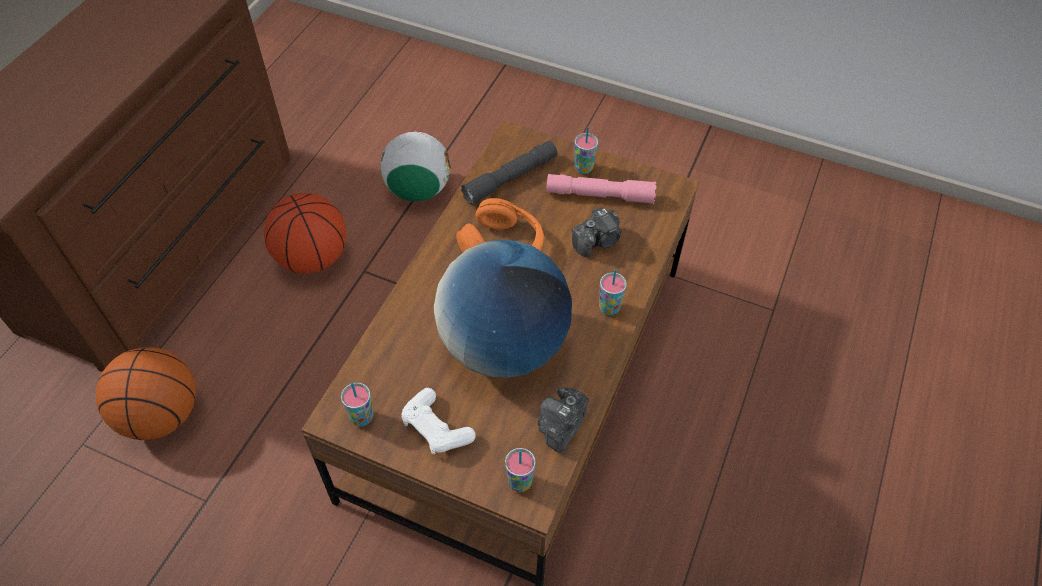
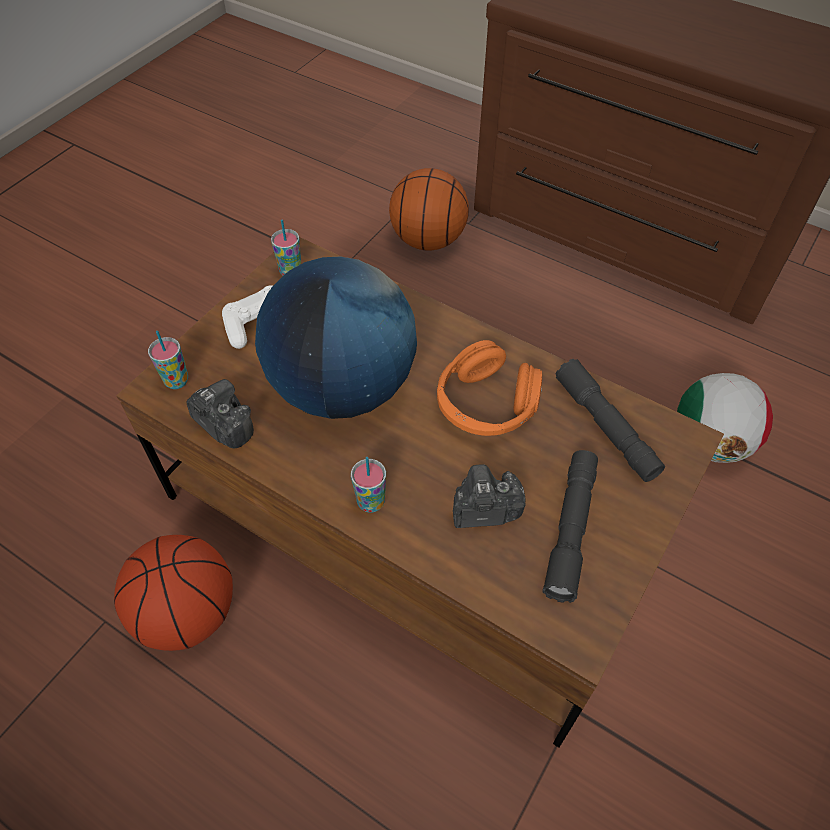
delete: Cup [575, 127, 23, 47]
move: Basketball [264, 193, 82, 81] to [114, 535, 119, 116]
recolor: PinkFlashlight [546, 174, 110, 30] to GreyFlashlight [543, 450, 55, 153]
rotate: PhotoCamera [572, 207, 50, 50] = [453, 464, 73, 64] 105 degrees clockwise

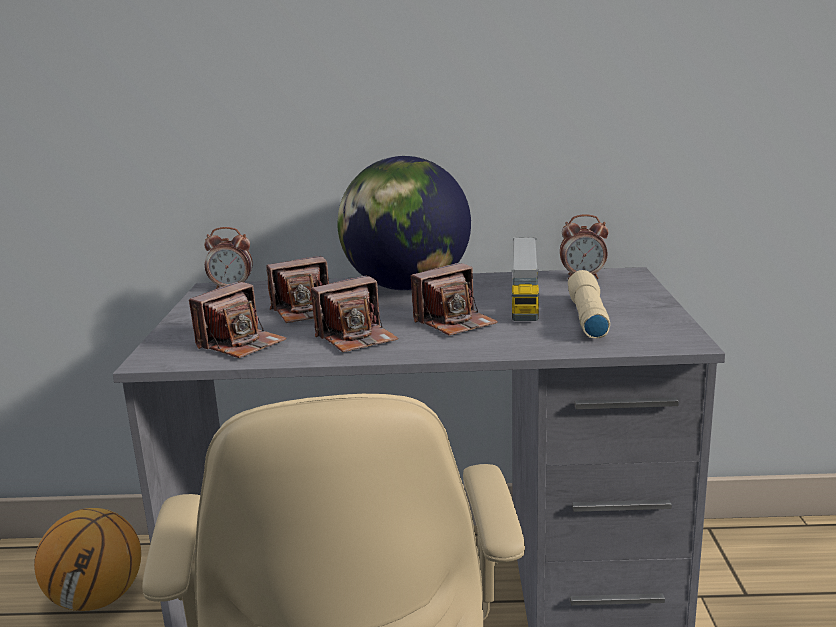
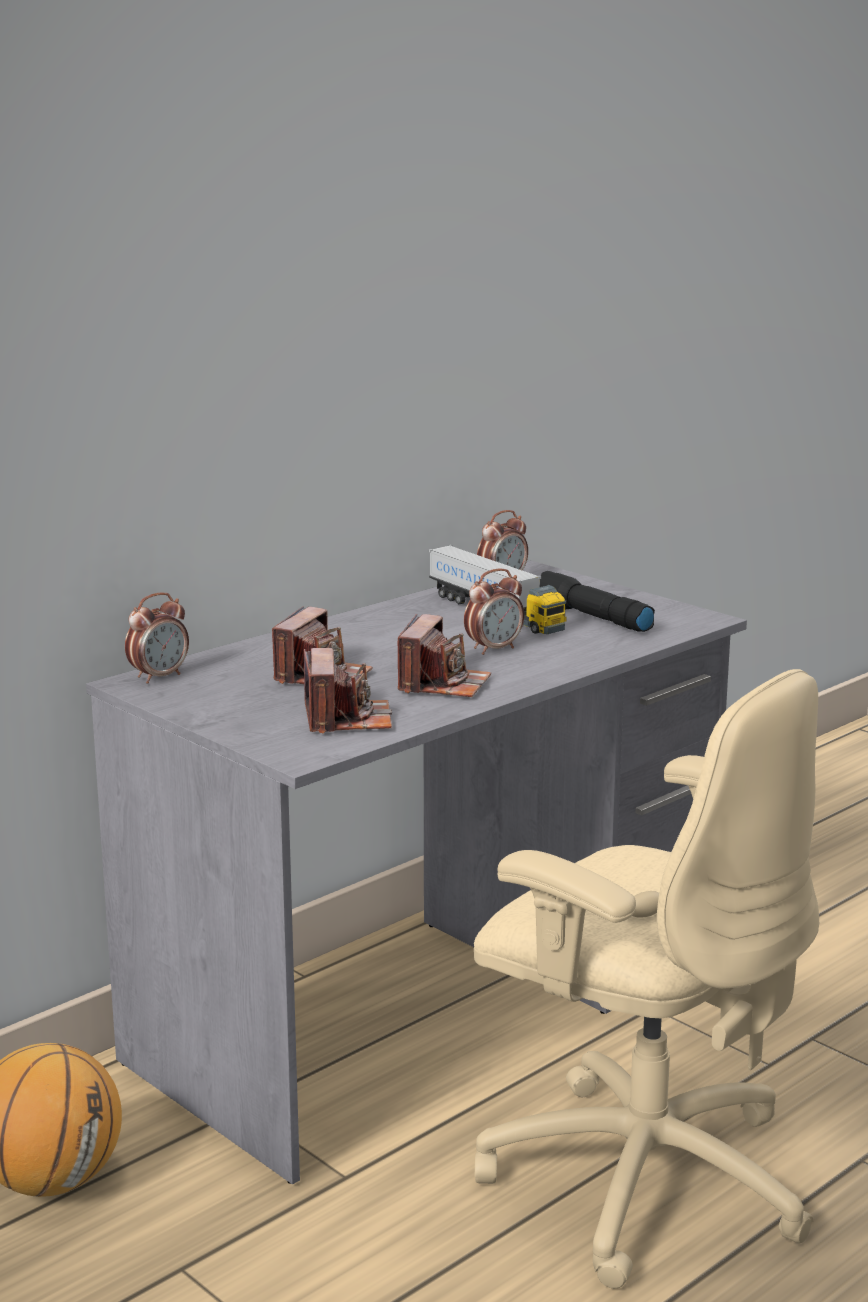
delete: Globe [337, 156, 134, 134]
replace: PhotoCamera [411, 263, 87, 73] to AlarmClock [464, 569, 60, 86]
recolor: BeigeFlashlight [568, 270, 42, 68] to BlackFlashlight [540, 571, 115, 61]

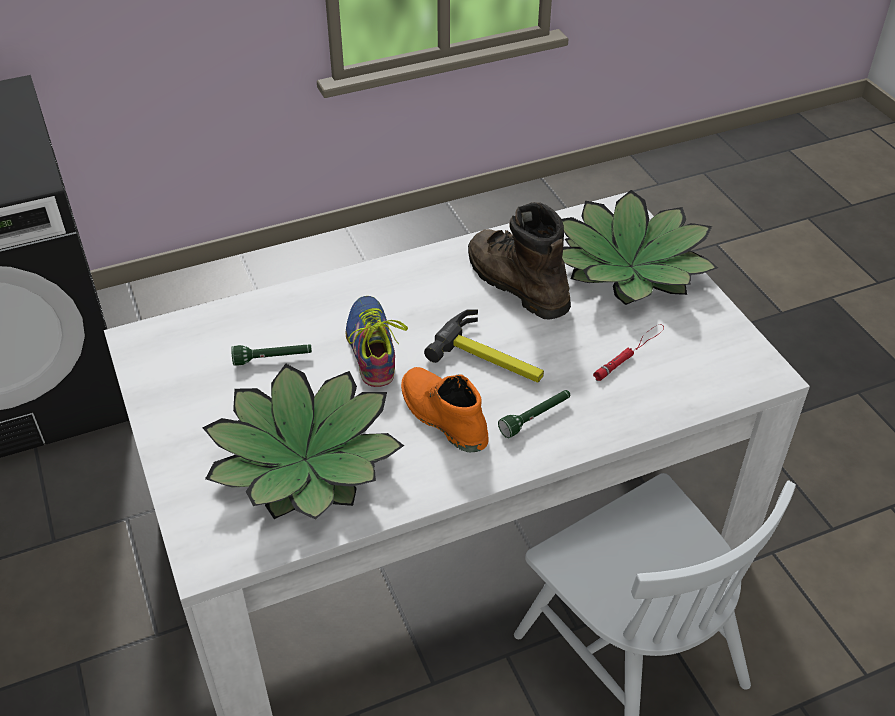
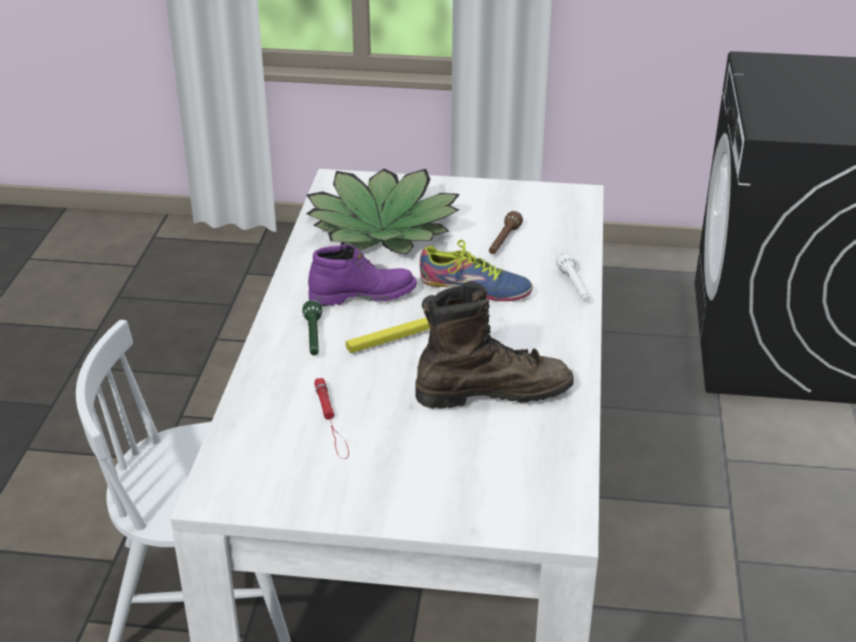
delete: PottedPlant [561, 190, 157, 115]
insert: WhiteFlashlight [556, 253, 34, 49]
recolor: GreenFlashlight [231, 344, 81, 22] to BrownFlashlight [489, 211, 34, 43]; OrangeBoot [401, 367, 88, 85] to PurpleBoot [308, 244, 109, 63]

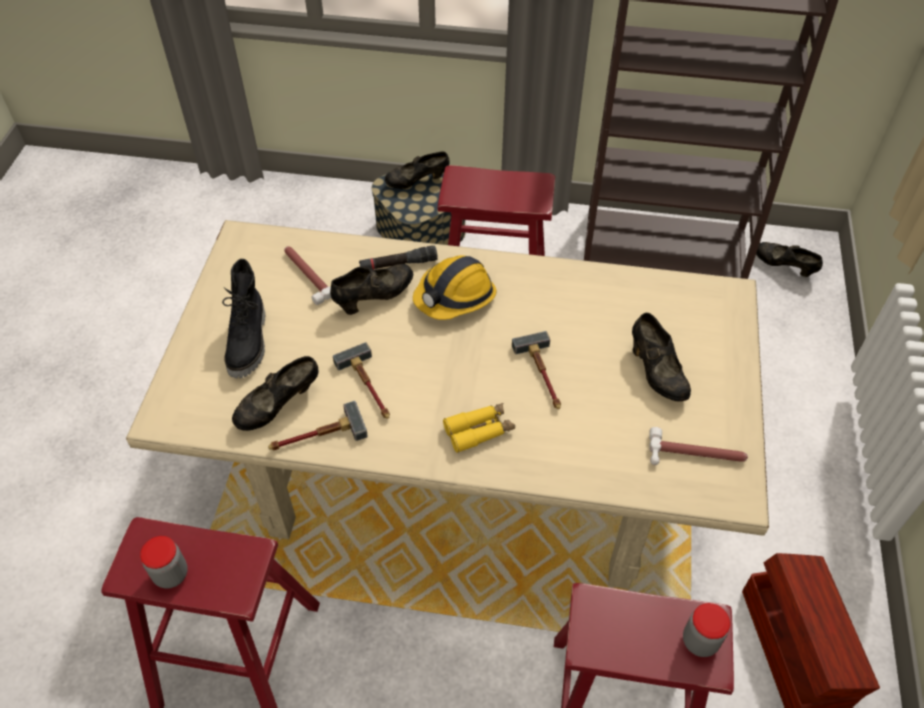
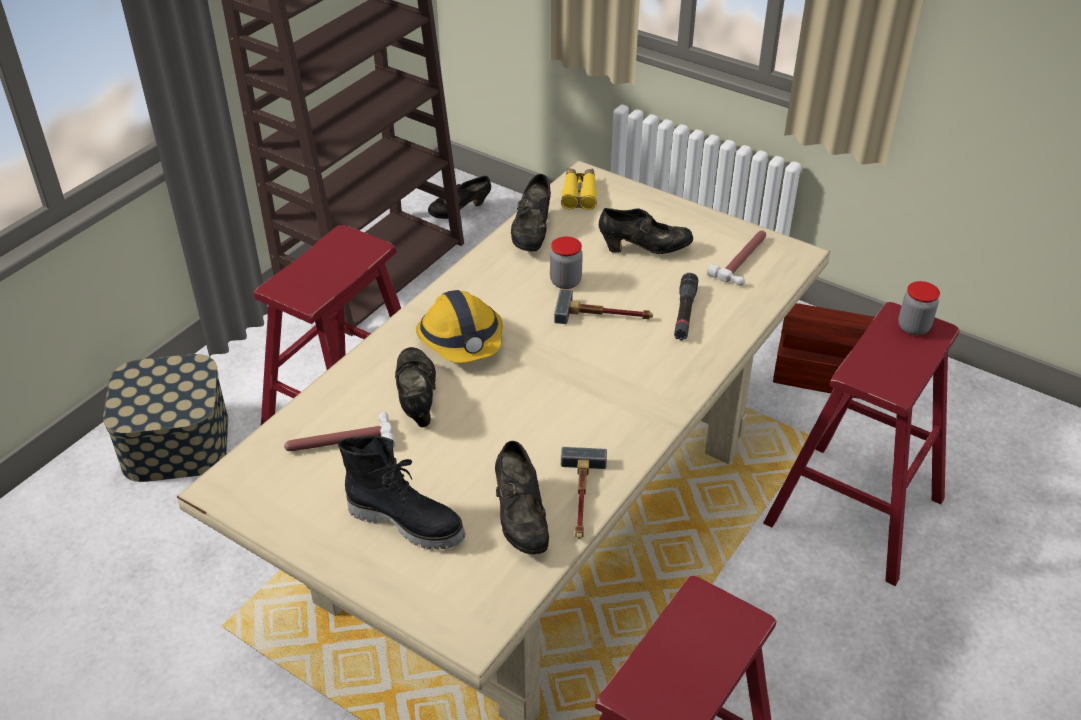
delete: Hammer [333, 342, 57, 77]
move: Jar [140, 536, 48, 53] to [550, 236, 33, 53]; BlackFlashlight [359, 245, 79, 24] to [674, 273, 24, 67]; BlackShoe [385, 151, 65, 38] to [511, 174, 40, 77]; YellowBinoculars [443, 403, 72, 50] to [561, 168, 36, 42]

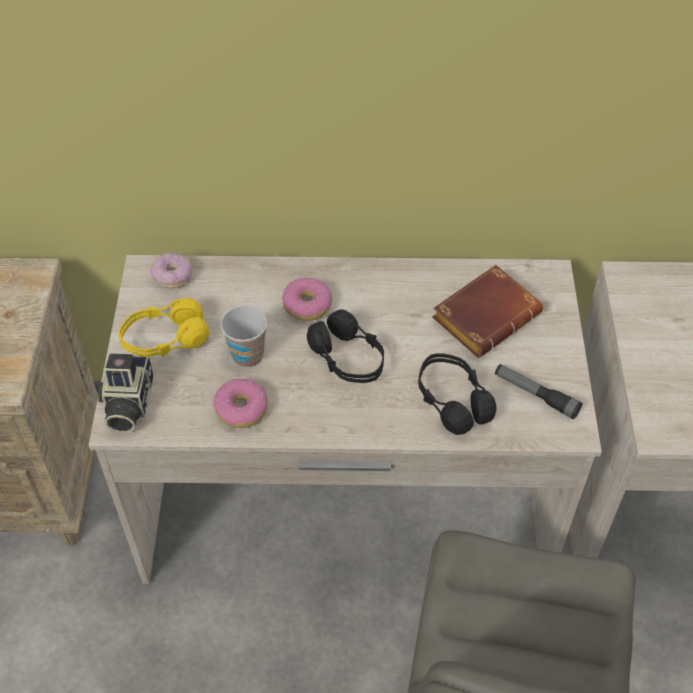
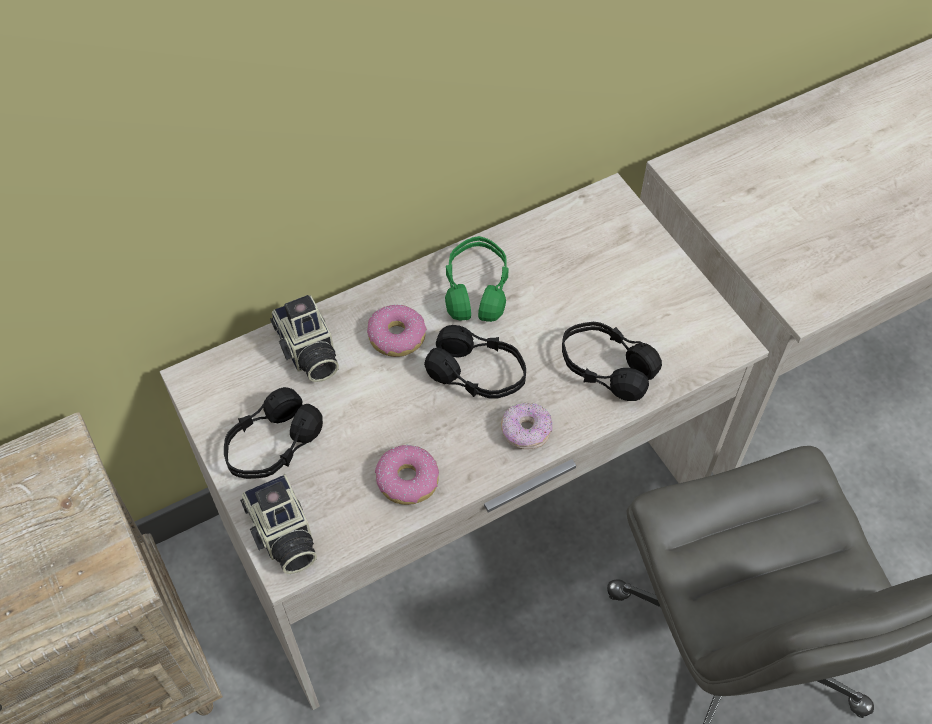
delete: Cup [220, 305, 47, 62]; BrownBook [432, 265, 111, 93]; Flashlight [495, 364, 88, 55]
insert: PhotoCamera [270, 295, 69, 87]; GreenHeadphones [445, 236, 64, 86]
move: Donut [150, 253, 42, 36] to [501, 402, 51, 47]
recolor: YellowHeadphones [118, 298, 91, 59] to BlackHeadphones [224, 387, 99, 92]

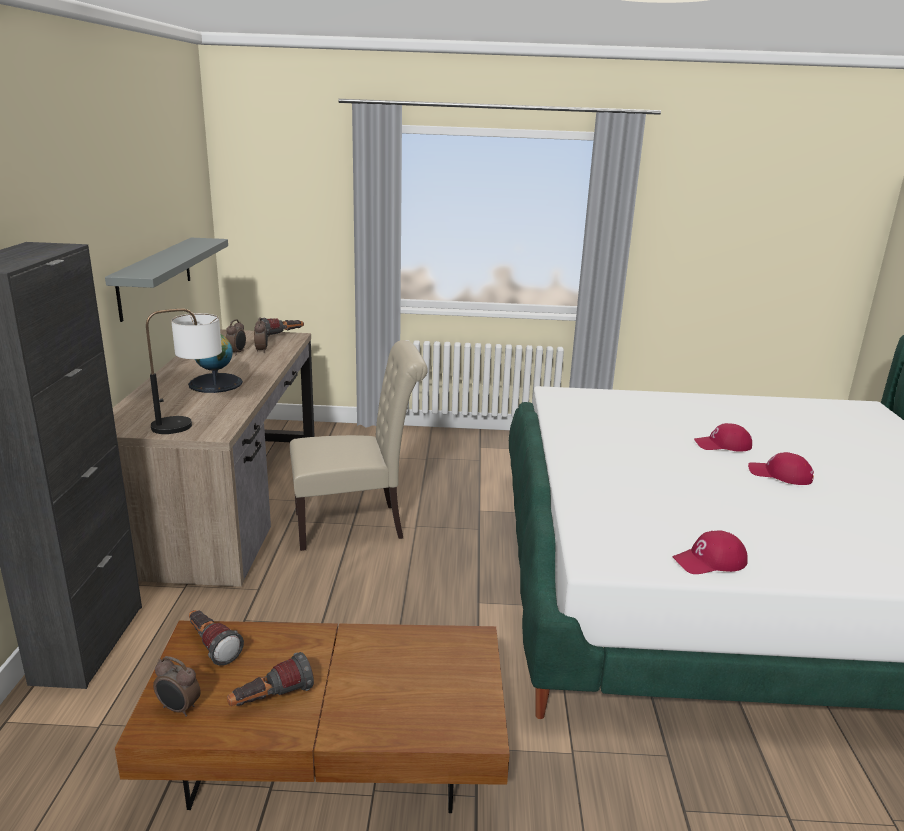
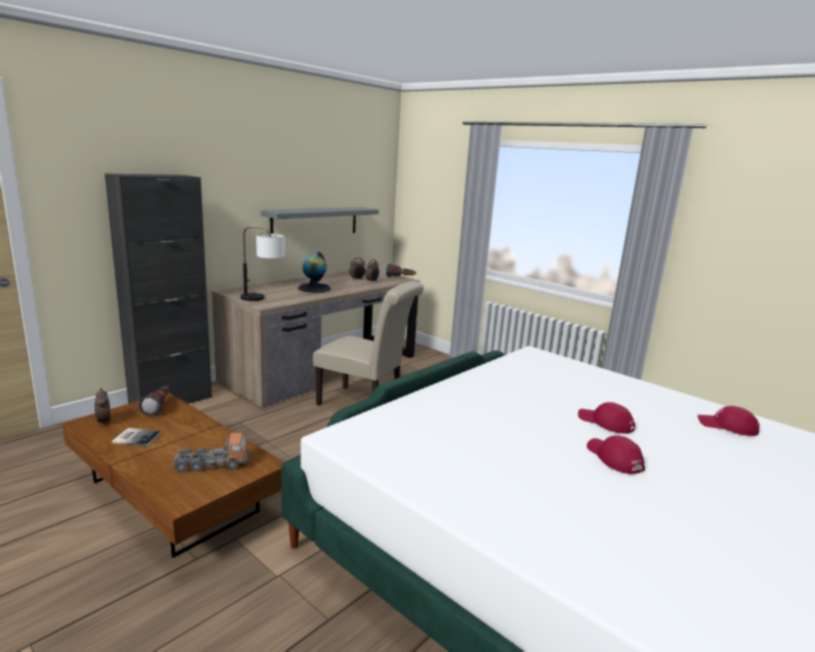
insert: ToyTruck [171, 433, 78, 40]
move: RedCap [672, 530, 76, 44] to [697, 406, 63, 30]
replace: Flashlight [227, 652, 87, 54] to Book [112, 428, 49, 19]

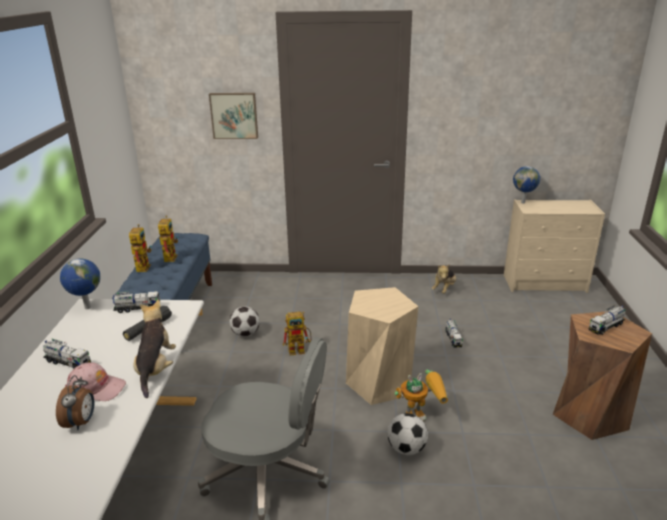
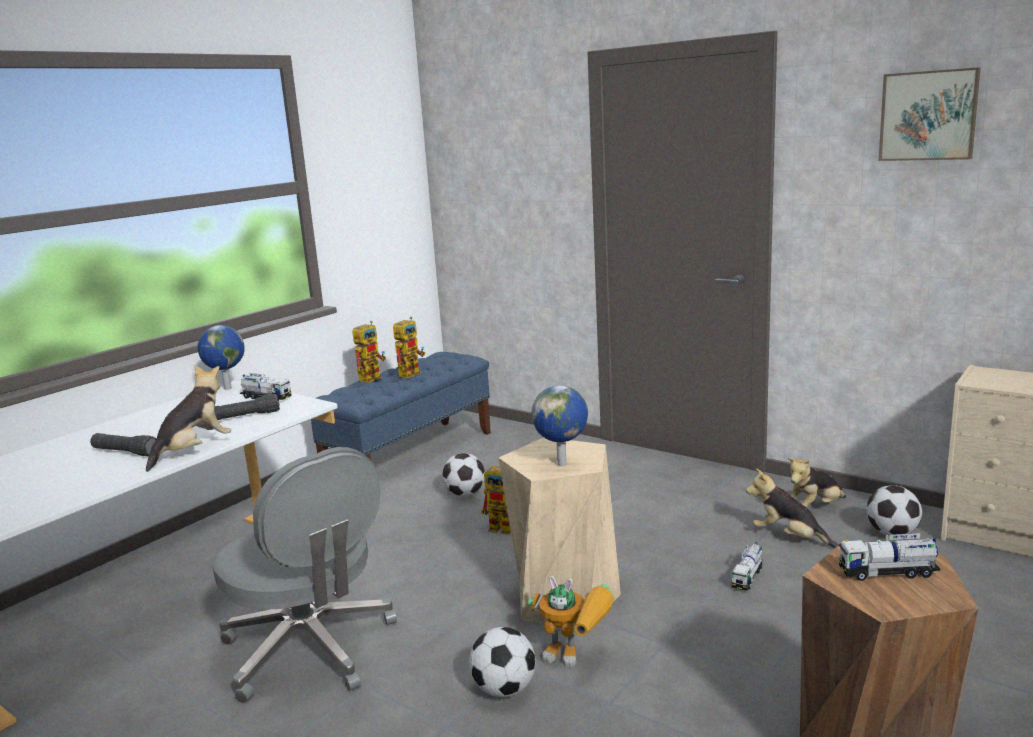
delete: ToyTruck [43, 338, 48, 31]; AlarmClock [56, 375, 39, 55]
insert: PlushToy [746, 468, 92, 80]; Football [866, 485, 56, 51]
move: Picture [209, 93, 49, 46] to [879, 67, 102, 94]; Globe [513, 166, 27, 37] to [531, 385, 57, 81]
replace: PinkCap [65, 363, 61, 38] to BlackFlashlight [90, 433, 67, 24]

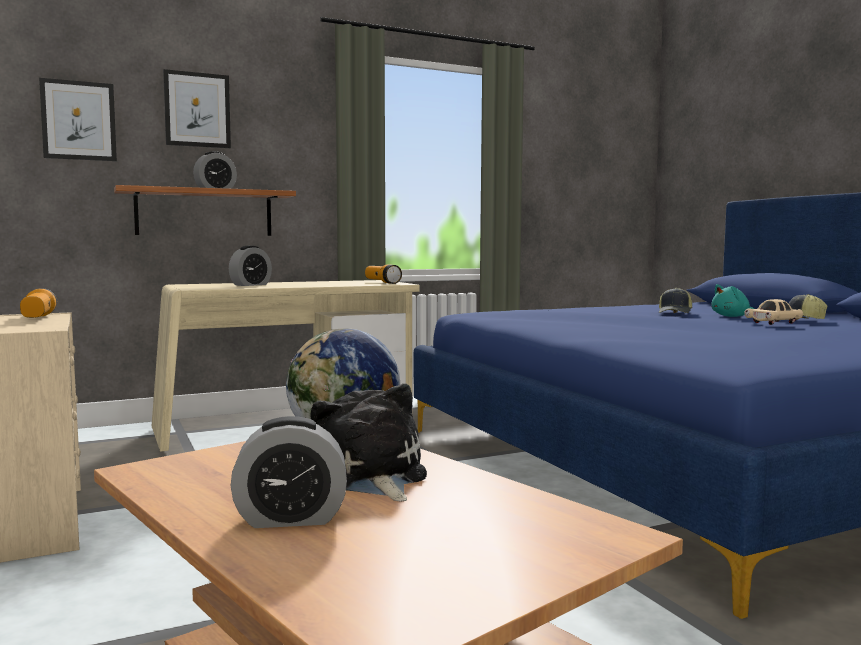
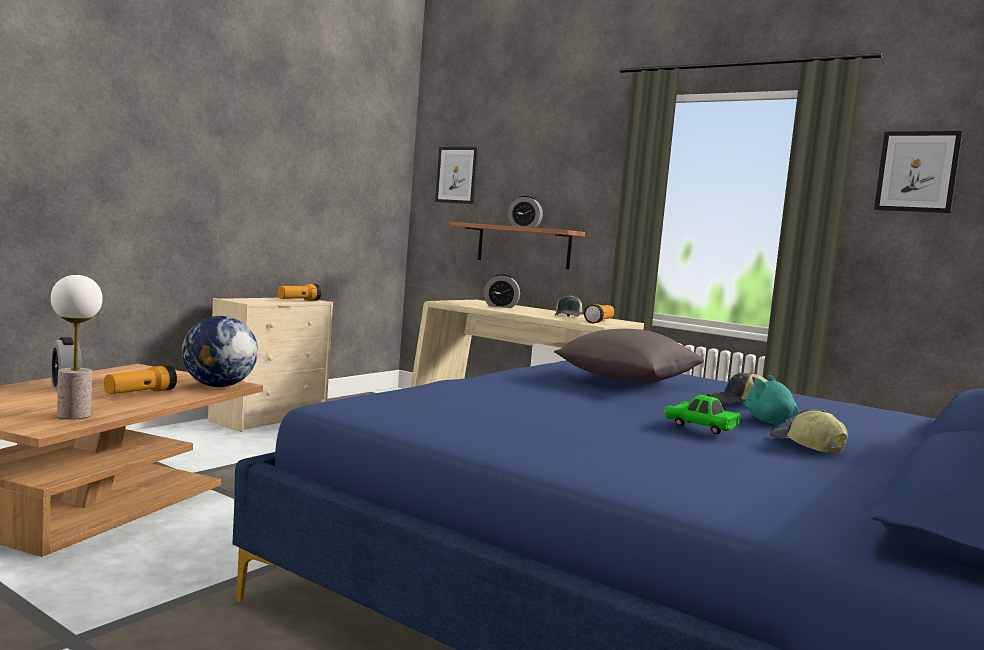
insert: TableLamp [51, 275, 52, 144]; GreyPillow [554, 329, 150, 54]; Cap [555, 295, 27, 22]
move: Picture [163, 69, 68, 79] to [874, 131, 89, 82]
replace: PlushToy [311, 384, 116, 118] to Flashlight [104, 365, 73, 29]
recolor: BeigeToyCar [744, 299, 59, 26] to GreenToyCar [665, 395, 75, 39]

